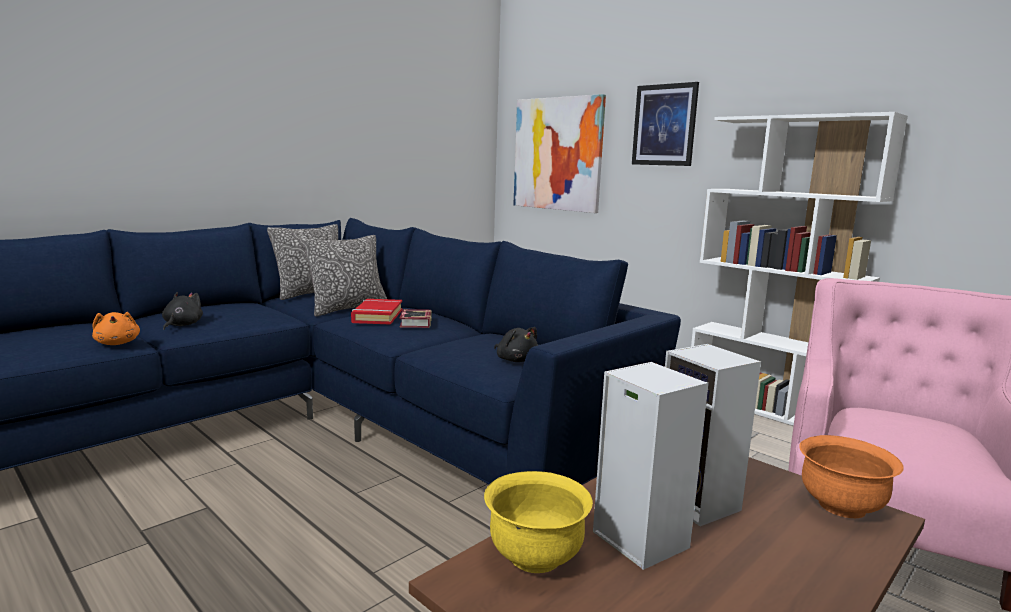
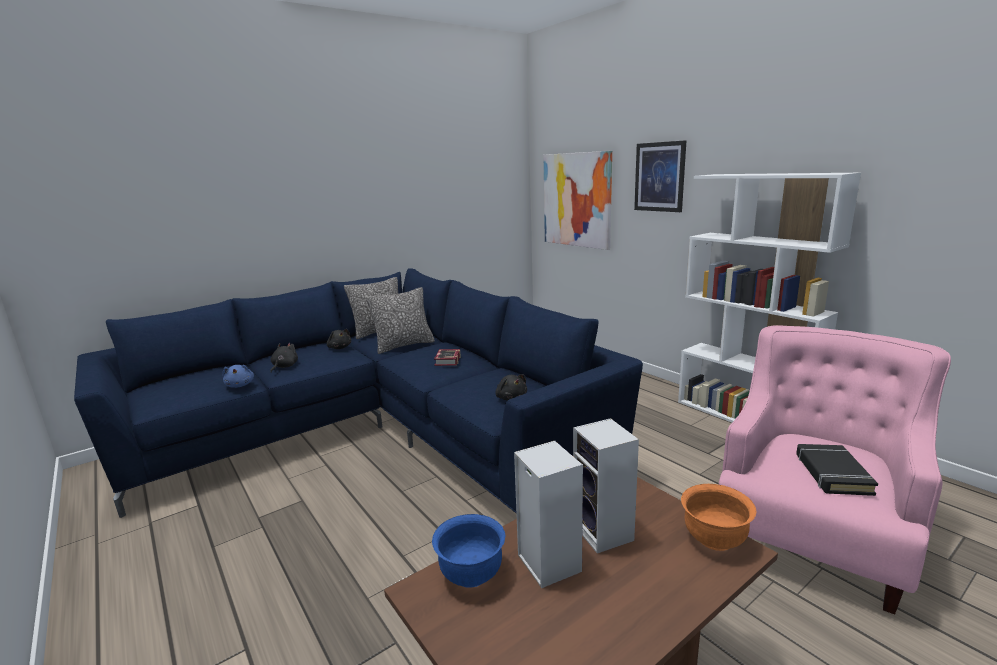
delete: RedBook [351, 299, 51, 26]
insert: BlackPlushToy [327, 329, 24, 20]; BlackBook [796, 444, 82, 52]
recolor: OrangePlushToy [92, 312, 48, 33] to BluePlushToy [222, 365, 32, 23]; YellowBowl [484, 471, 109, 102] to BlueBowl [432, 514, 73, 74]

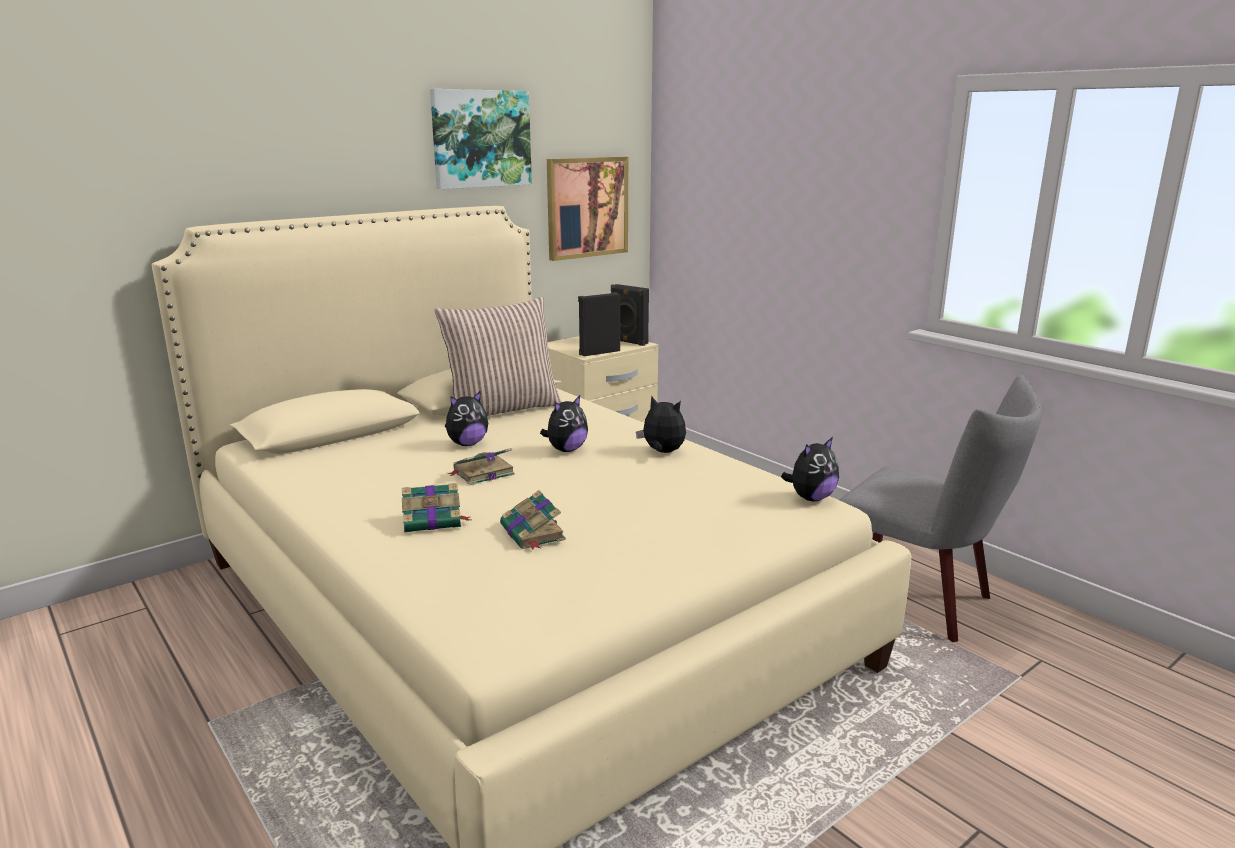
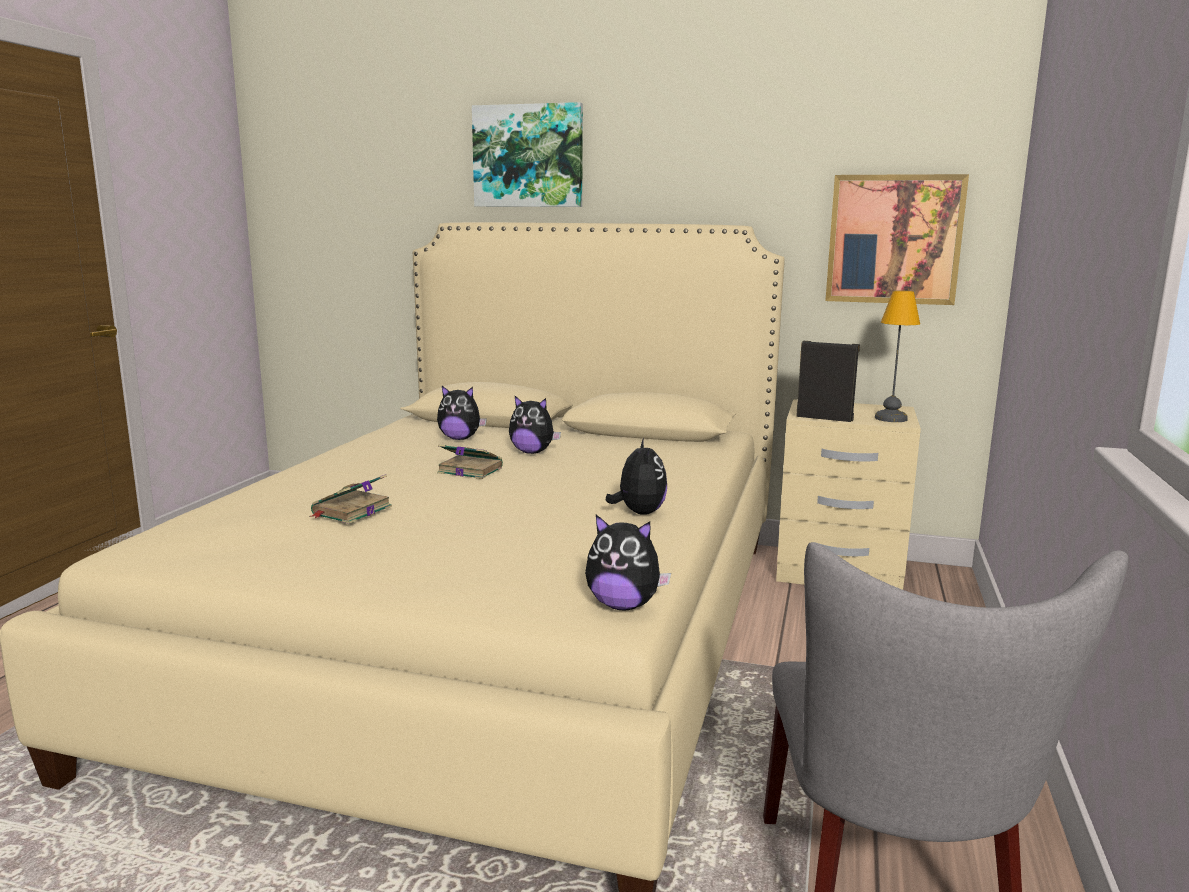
delete: Book [402, 483, 69, 50]; Pillow [435, 297, 127, 119]
move: Picture [430, 89, 102, 100] to [472, 102, 111, 105]; PlushToy [540, 395, 48, 57] to [437, 386, 50, 54]
replace: BlackSpeaker [611, 284, 38, 62] to TableLamp [875, 290, 45, 132]

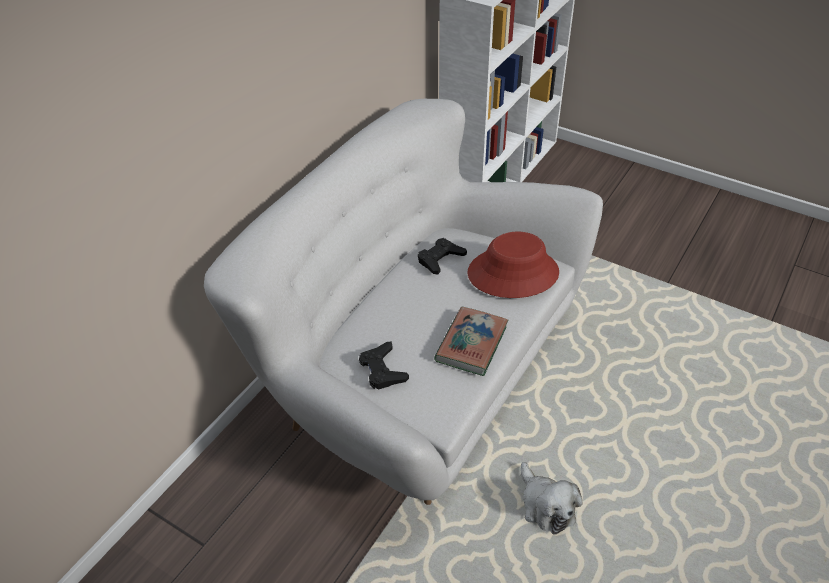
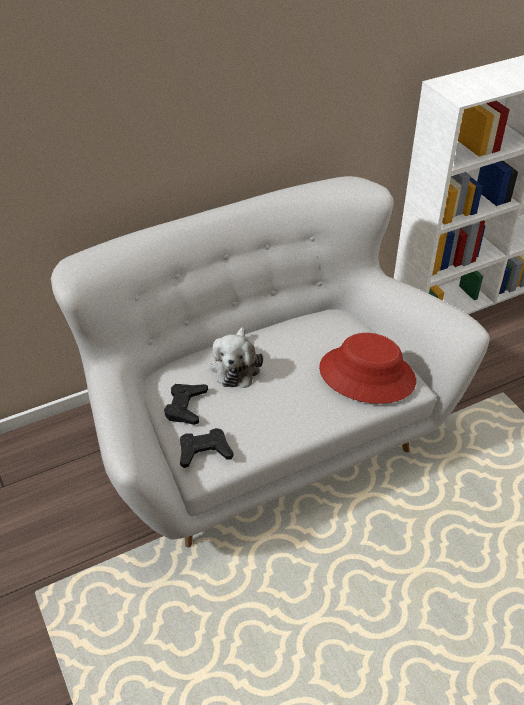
delete: Book [434, 307, 74, 69]
move: BlackGameController [418, 238, 49, 37] to [180, 428, 54, 40]; PlushToy [521, 462, 62, 73] to [210, 327, 53, 61]

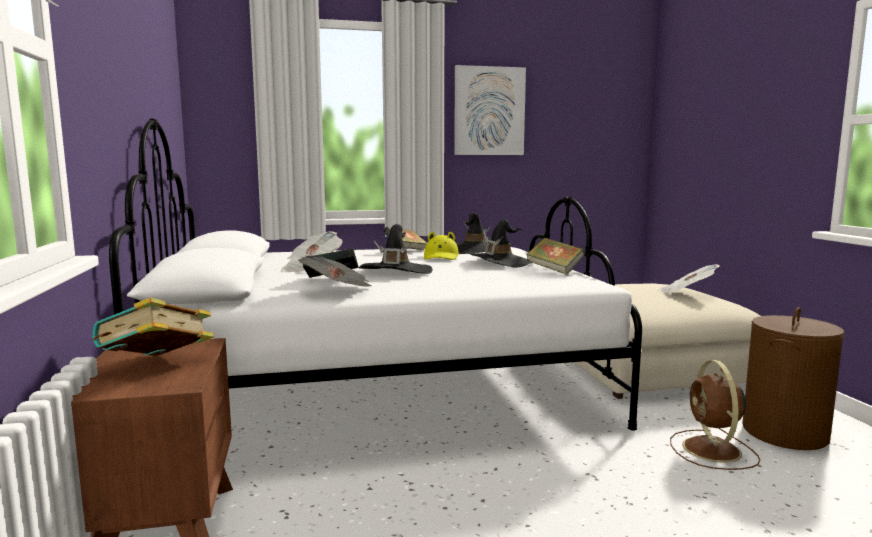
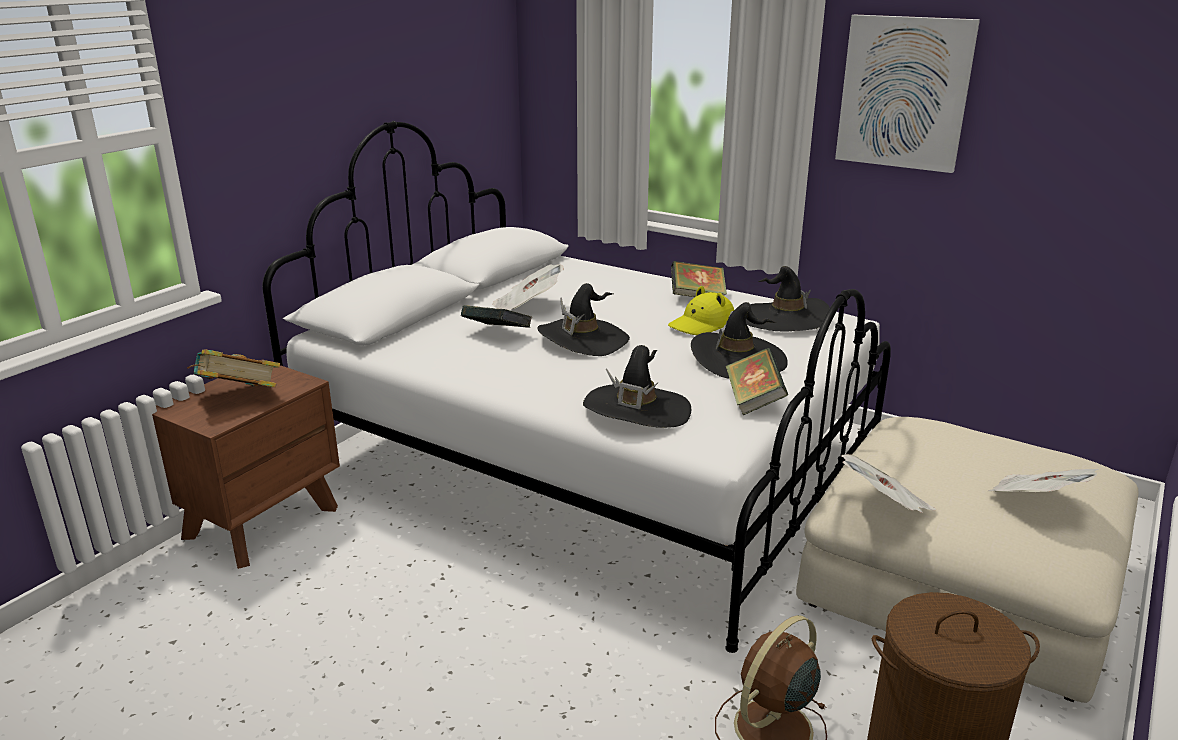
insert: BlackHat [583, 345, 108, 83]
move: Newspaper [298, 255, 74, 32] to [842, 454, 94, 59]

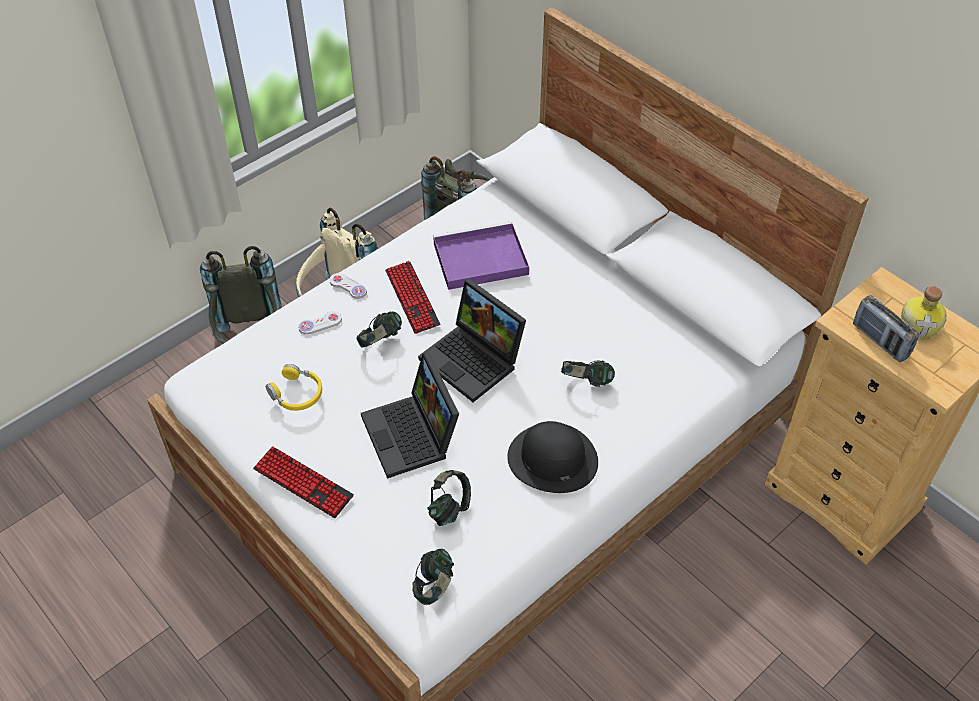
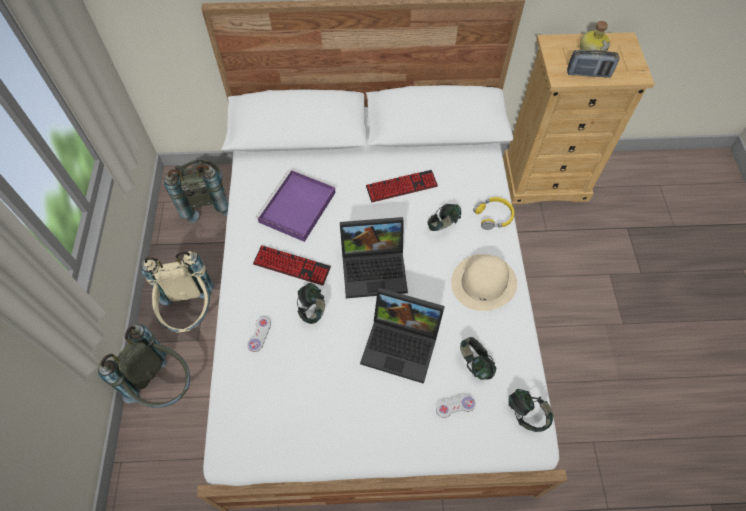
move: Keyboard [253, 446, 101, 72] to [366, 170, 72, 32]; YellowHeadphones [266, 364, 56, 47] to [473, 197, 41, 33]; WhiteGameController [329, 273, 38, 26] to [436, 395, 40, 23]
recolor: BlackHat [507, 421, 91, 72] to BeigeHat [451, 254, 66, 57]

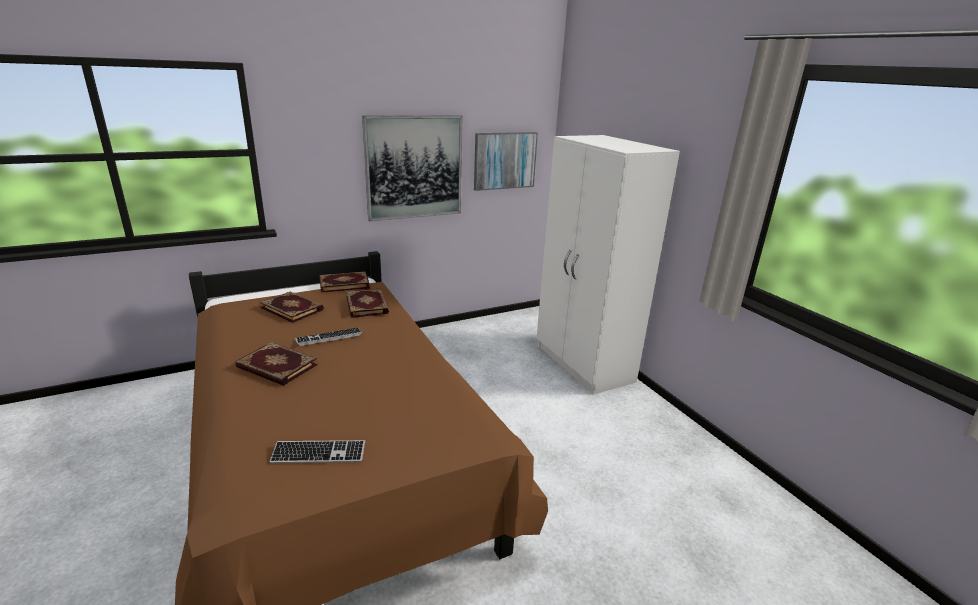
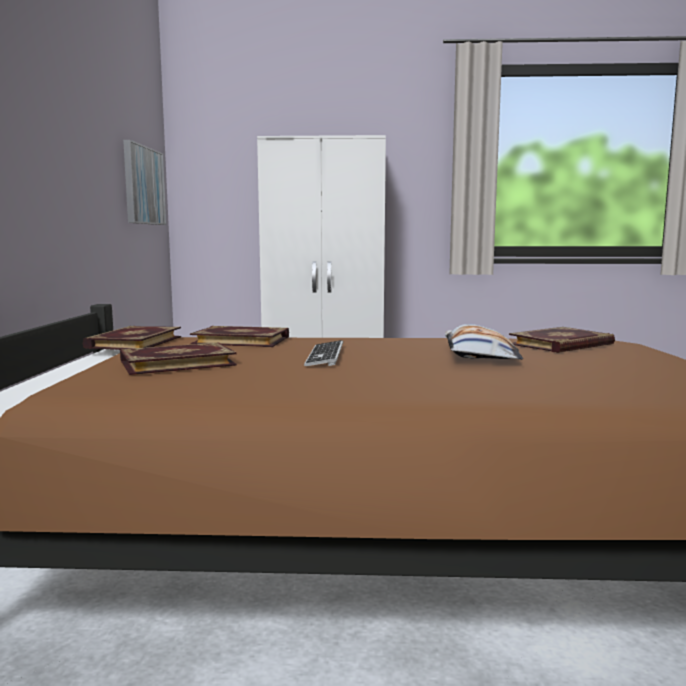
delete: Keyboard [270, 440, 95, 23]; Picture [362, 115, 100, 106]
insert: Pillow [445, 324, 78, 36]
move: Book [235, 342, 83, 43] to [509, 327, 106, 26]

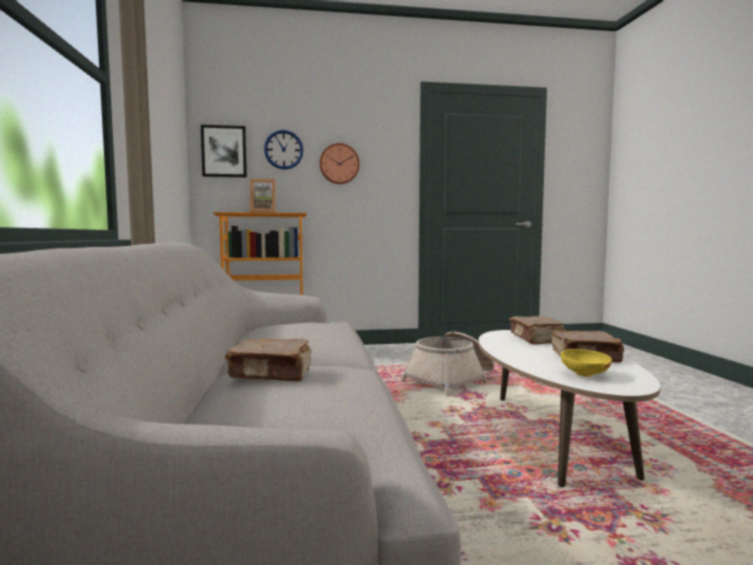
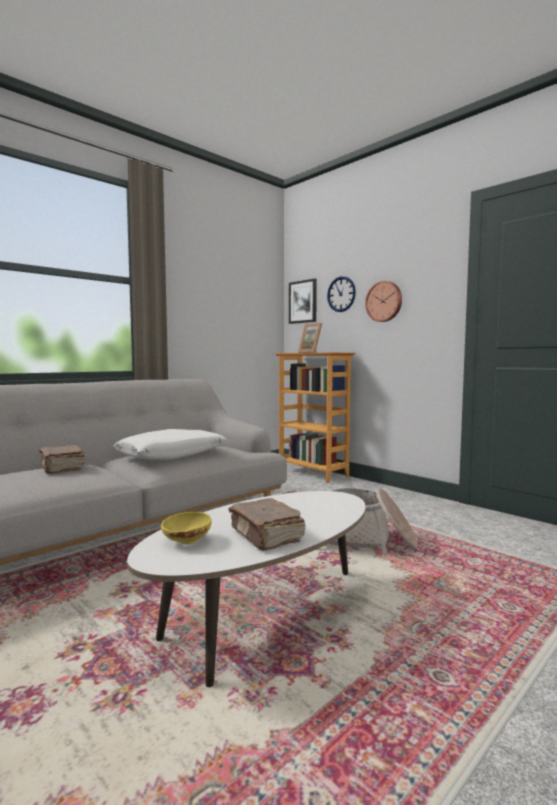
delete: BrownBook [509, 316, 57, 28]
insert: WhitePillow [114, 429, 113, 31]

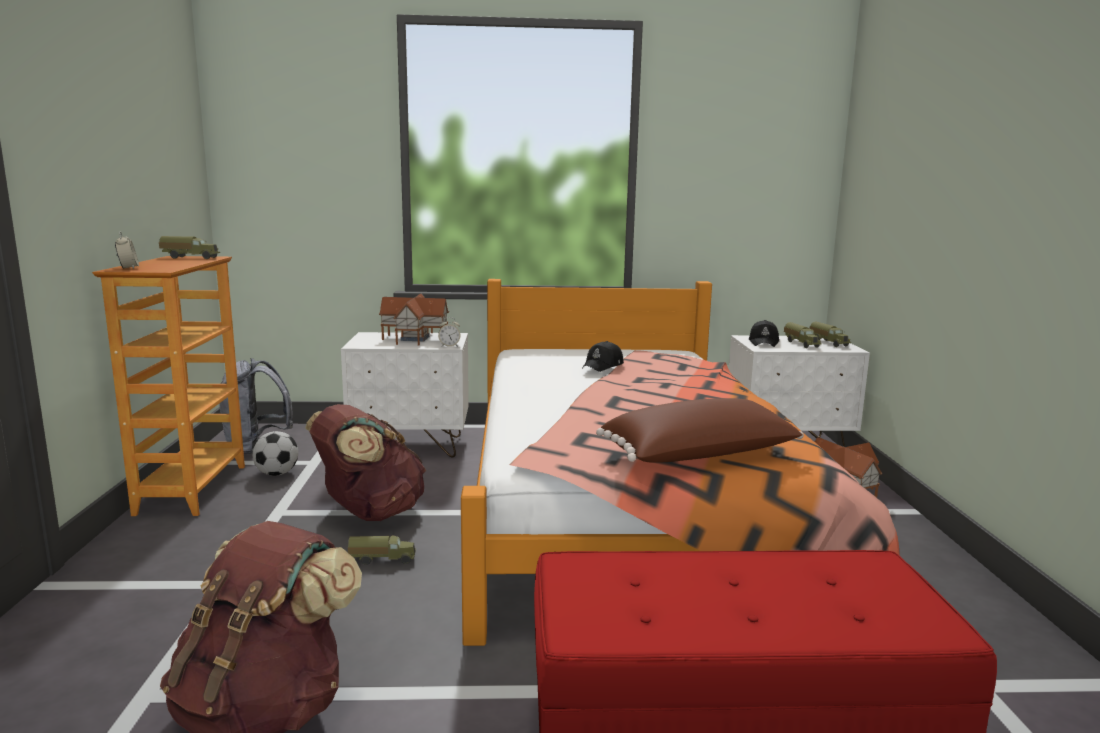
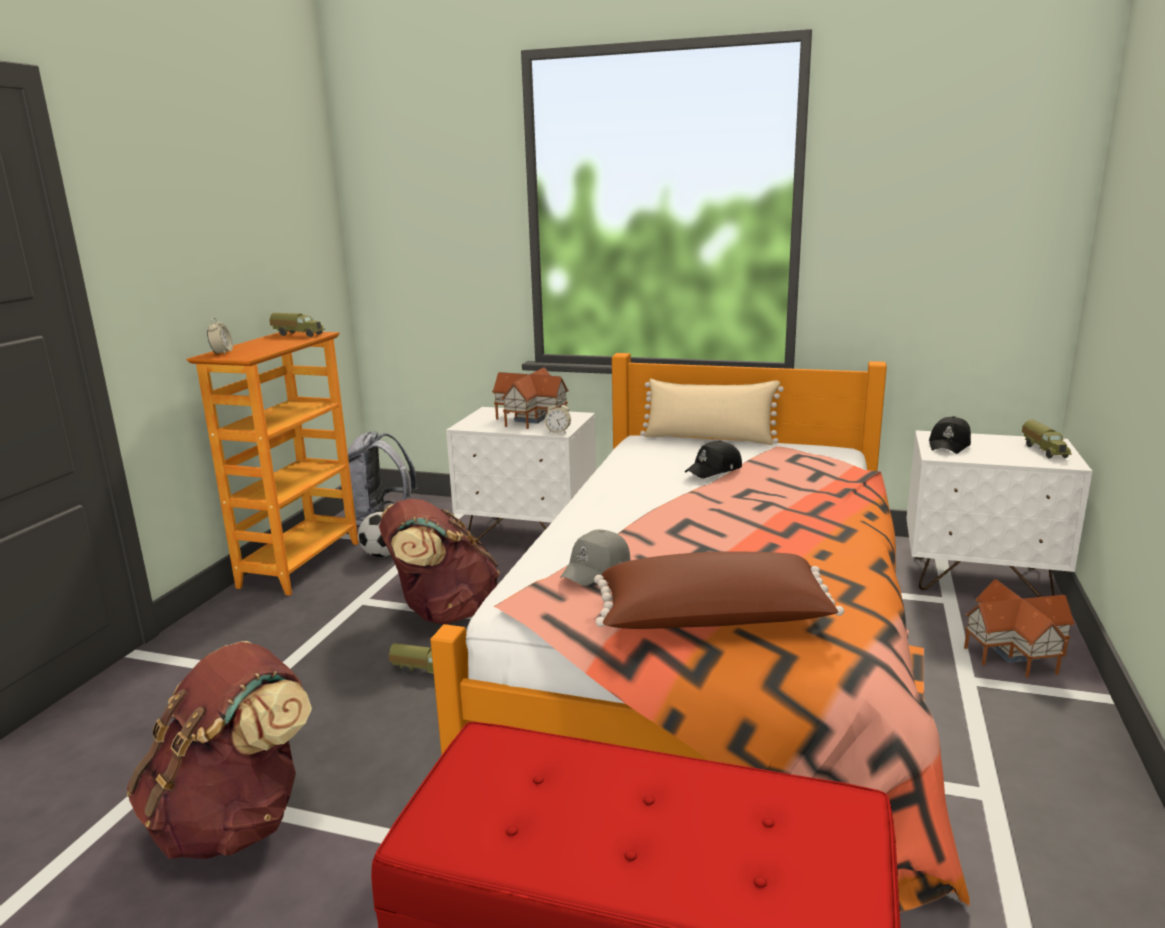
delete: ToyTruck [784, 322, 37, 26]
insert: GreyCap [560, 530, 71, 56]; BeigePillow [640, 379, 144, 66]

